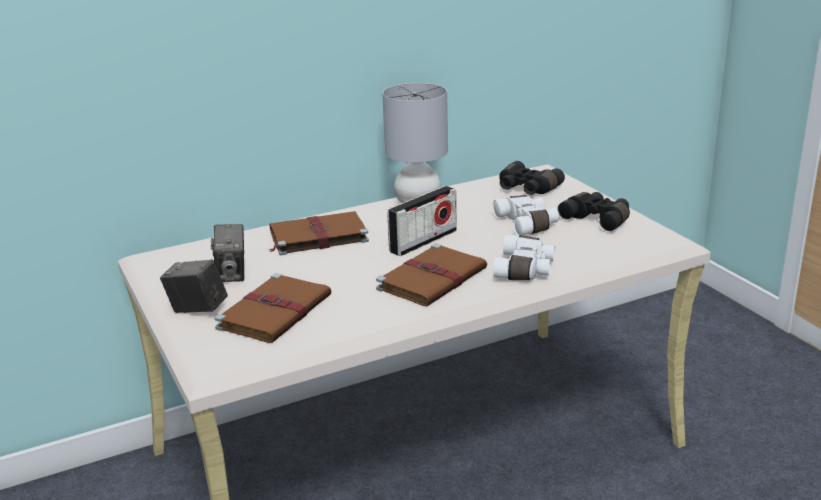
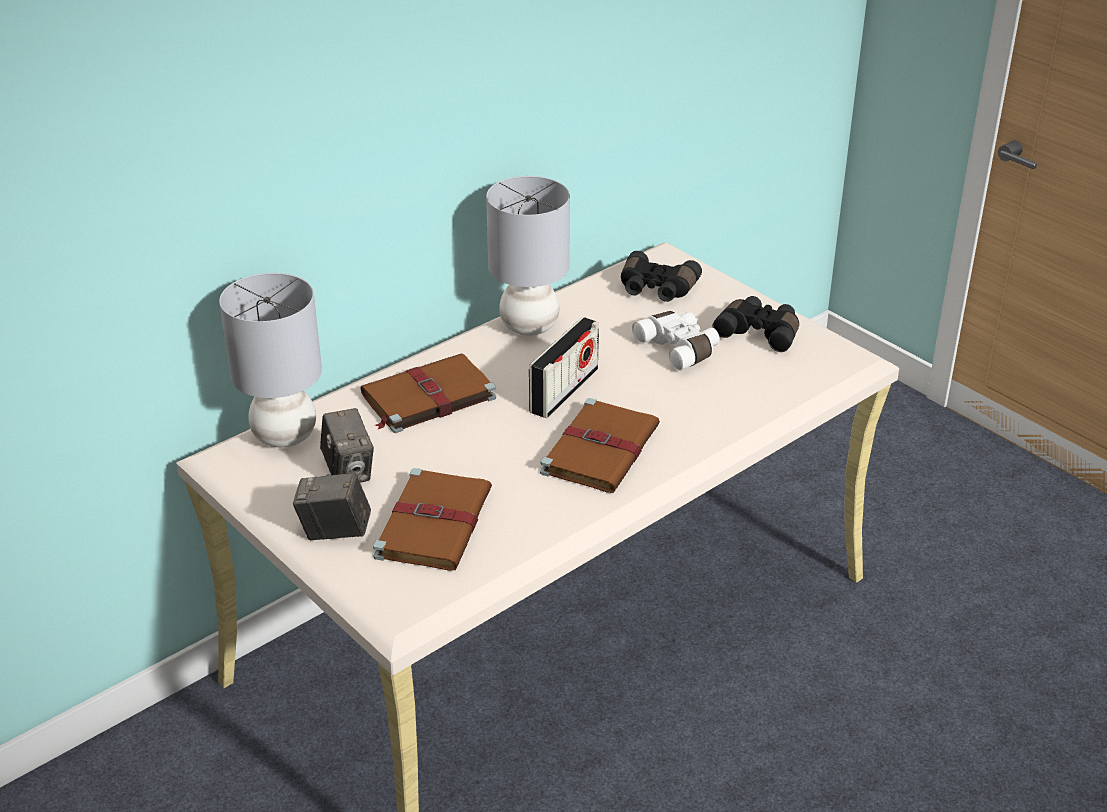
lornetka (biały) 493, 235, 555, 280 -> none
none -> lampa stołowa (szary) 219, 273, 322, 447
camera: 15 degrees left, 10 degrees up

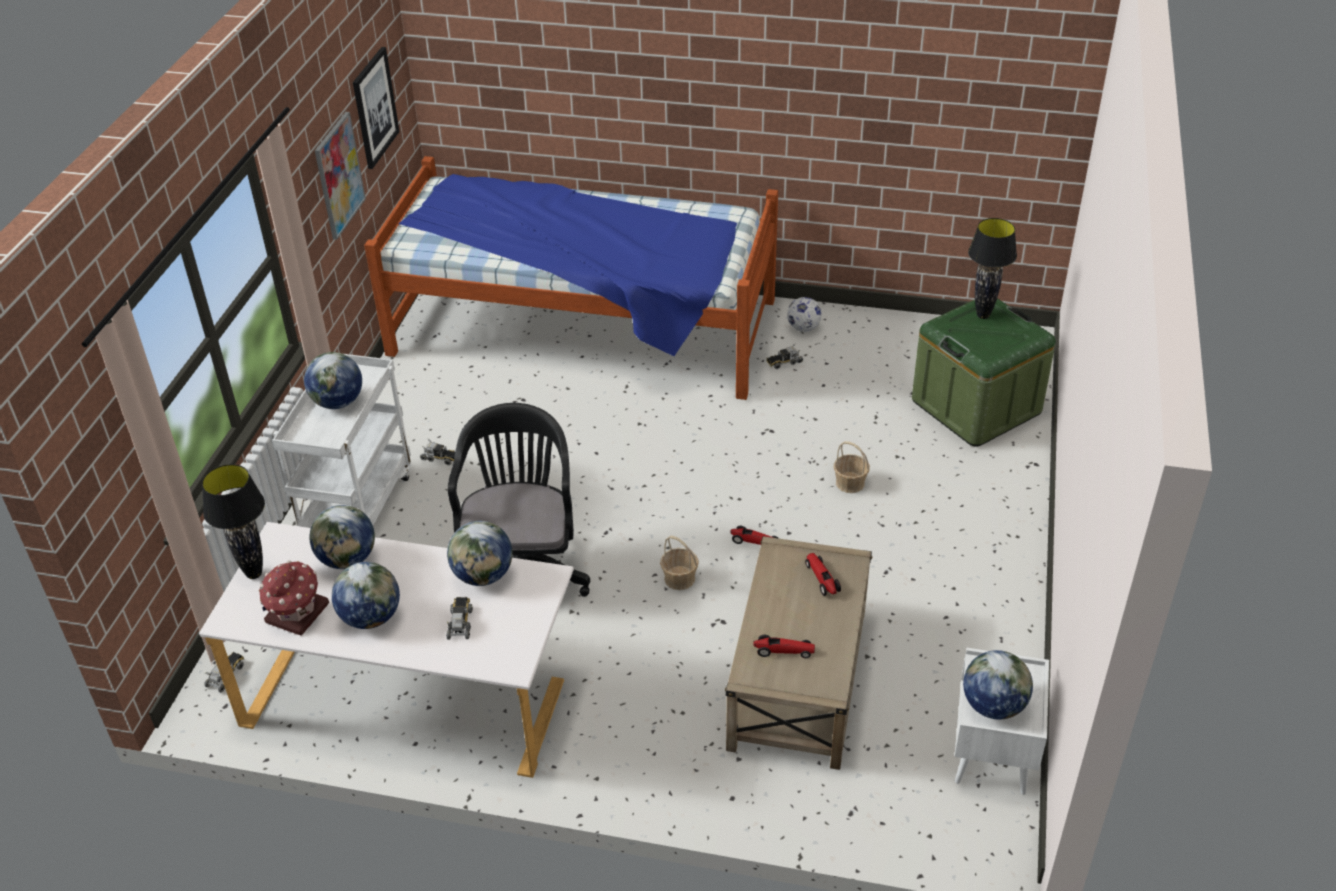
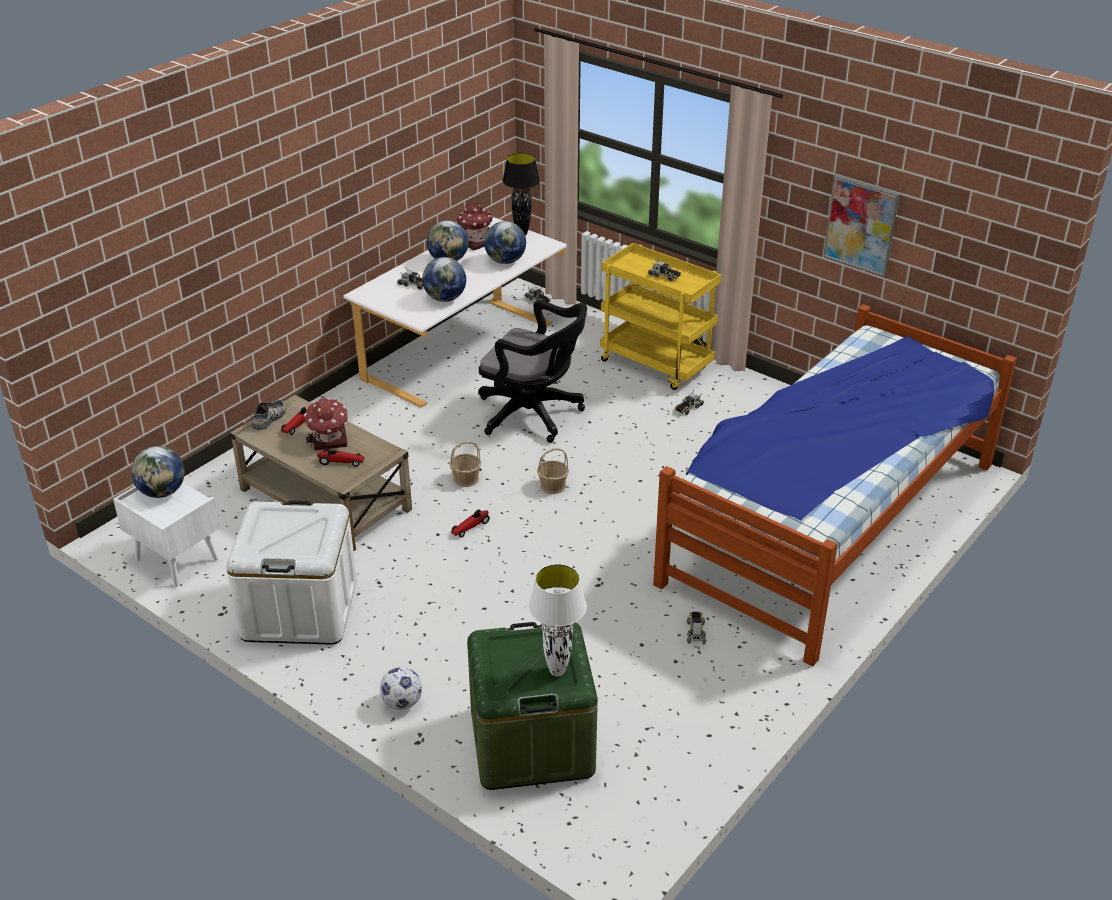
obraz 353, 47, 400, 169 -> none
none -> pojemnik do przechowywania (biały) 226, 501, 357, 645
none -> but 251, 400, 286, 430
none -> domek 304, 398, 348, 451
piłka futbolowa 787, 297, 822, 332 -> piłka futbolowa 380, 667, 422, 710, relocated
koszyk 834, 441, 870, 493 -> koszyk 537, 448, 569, 494, relocated
globus 304, 352, 362, 409 -> ciężarówka zabawkowa 648, 258, 681, 281
wózek (biały) 272, 354, 411, 528 -> wózek (żółty) 600, 243, 721, 390
lampa stołowa (czarny) 968, 218, 1017, 319 -> lampa stołowa (biały) 528, 564, 587, 677
camera: 115 degrees right, 5 degrees down

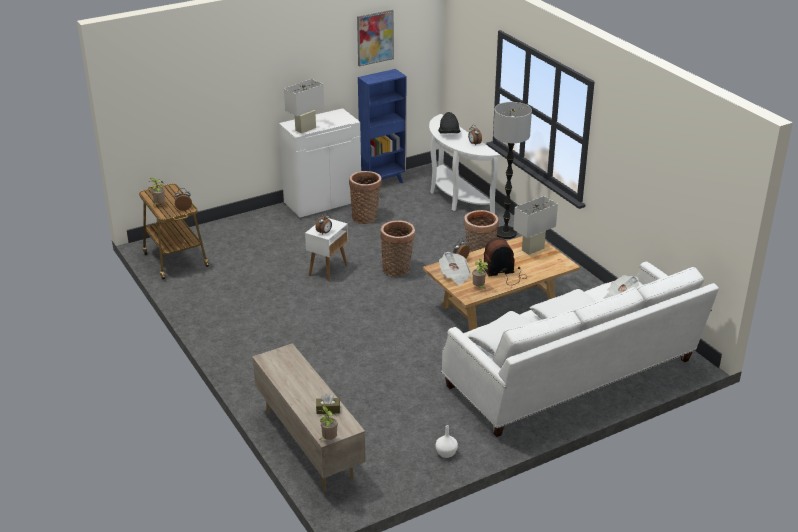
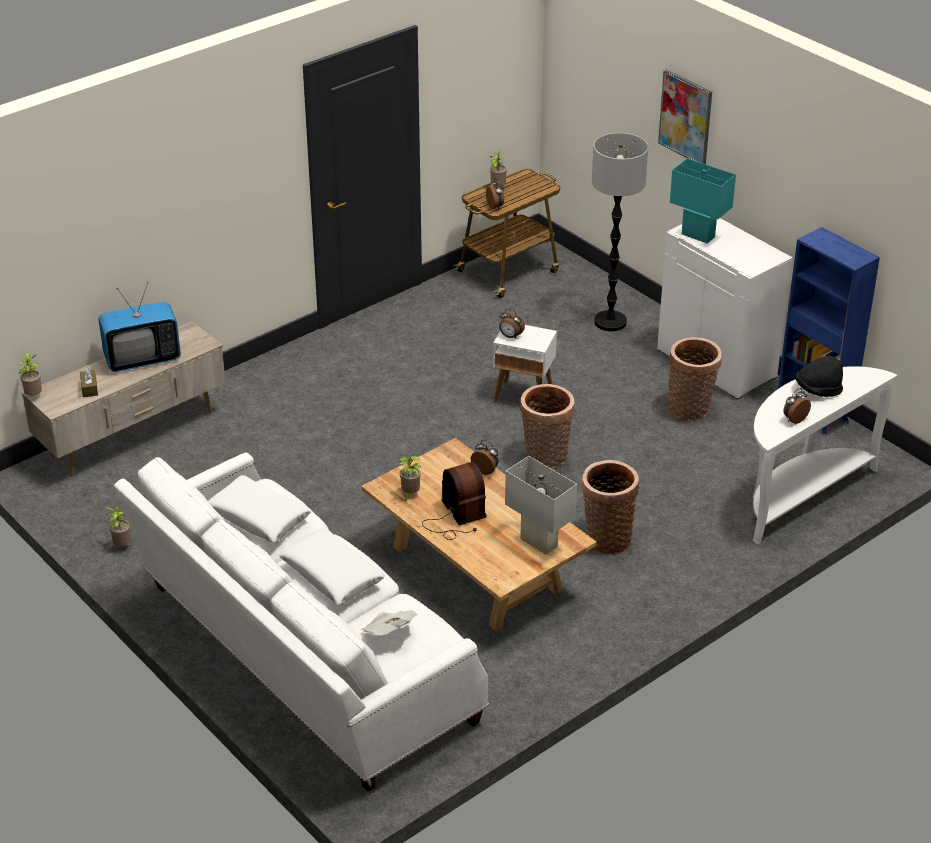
gazeta 439, 252, 472, 285 -> none
none -> telewizor 99, 282, 181, 372
obraz 357, 10, 394, 66 -> obraz 658, 69, 712, 164, relocated
lampa stojąca 493, 102, 532, 239 -> lampa stojąca 592, 133, 648, 332, relocated
wazon (biały) 436, 425, 458, 458 -> roślina doniczkowa 107, 503, 131, 546
lampa stołowa (biały) 284, 79, 324, 133 -> lampa stołowa (turkusowy) 670, 158, 736, 243
camera: 80 degrees right, 5 degrees up

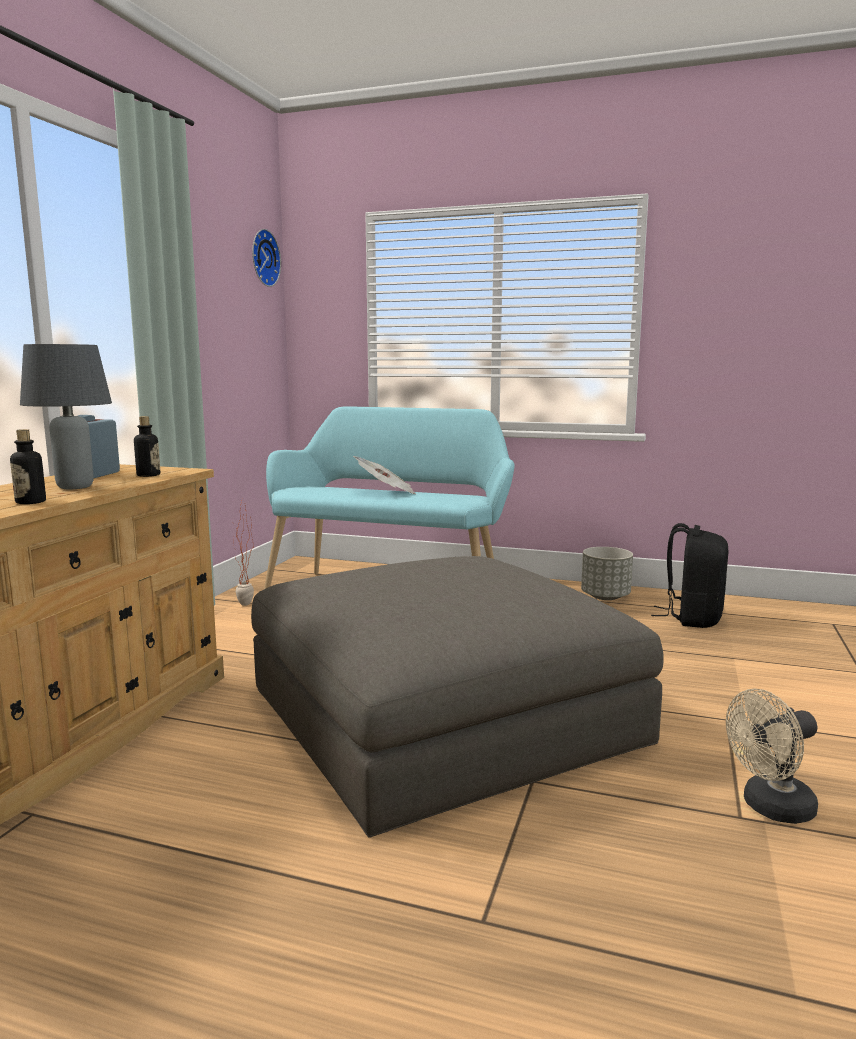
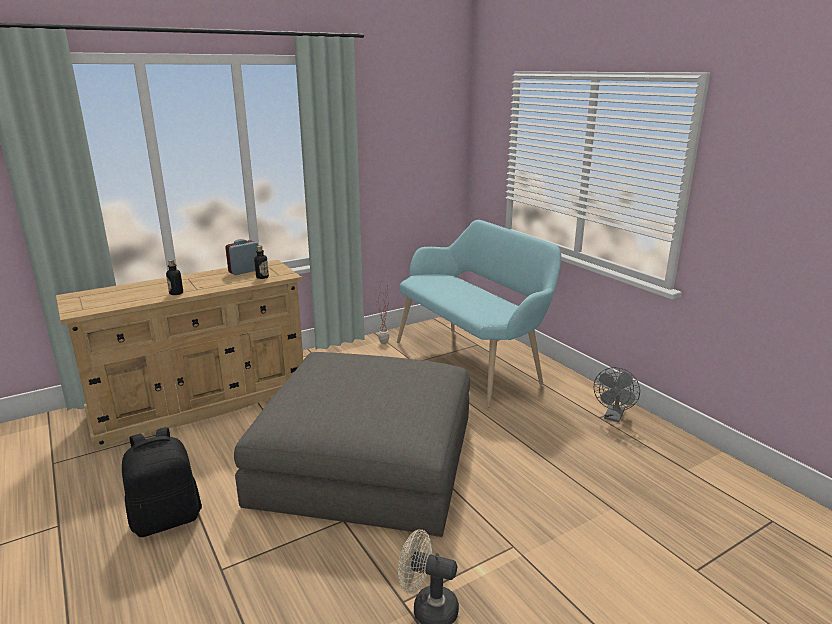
lampa stołowa (szary) 20, 344, 112, 489 -> none
zegar ścienny 252, 229, 281, 287 -> none
gazeta 353, 456, 416, 494 -> none
plecak (czarny) 651, 523, 728, 628 -> plecak (czarny) 122, 427, 202, 537, relocated
donica (szary) 581, 547, 633, 600 -> wentylator (szary) 594, 367, 640, 422
camera: 40 degrees right, 10 degrees up

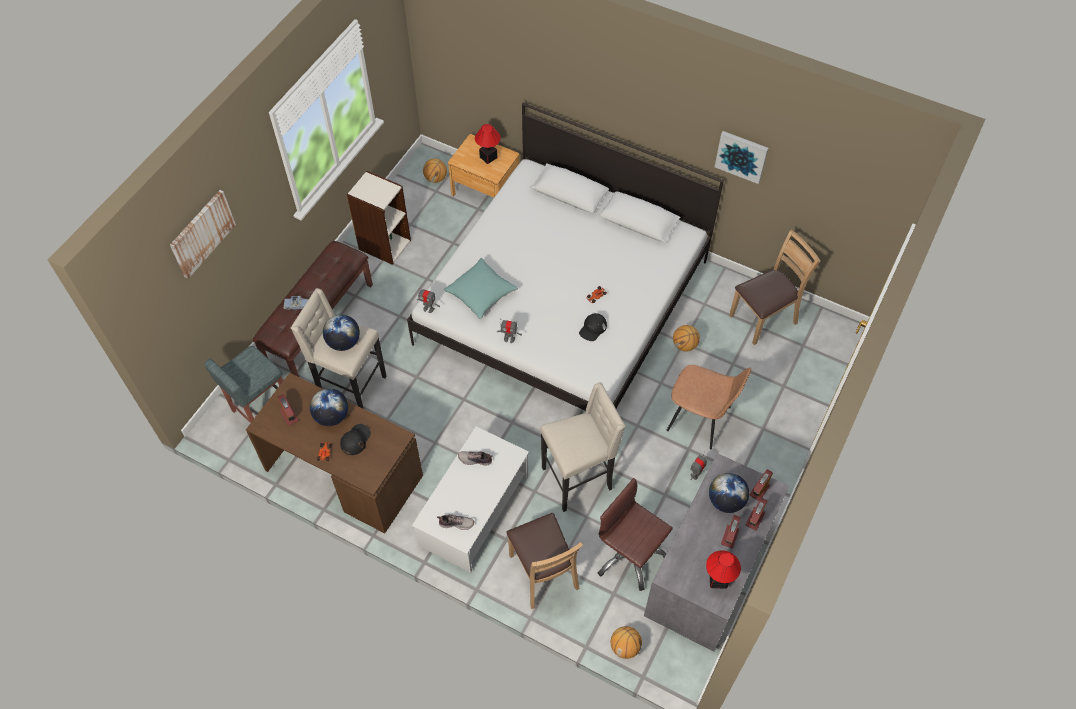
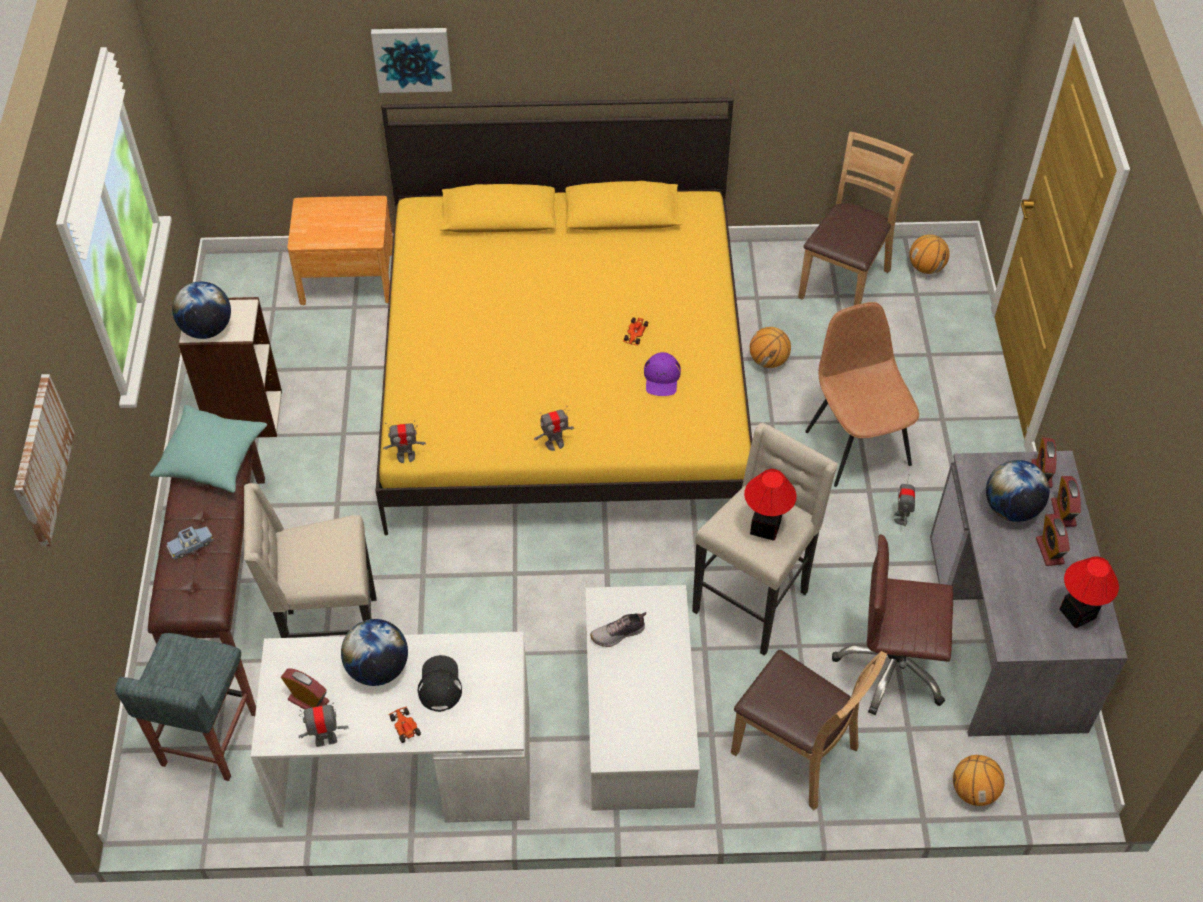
but 437, 514, 474, 530 -> none
none -> robot zabawkowy 299, 702, 349, 747
globus 323, 314, 360, 351 -> globus 172, 281, 231, 339, relocated
piłka do koszykówki 423, 159, 447, 183 -> piłka do koszykówki 910, 234, 950, 274, relocated
poduszka (turkusowy) 444, 258, 518, 319 -> poduszka (turkusowy) 150, 405, 267, 493, relocated
lampa stołowa 475, 124, 501, 164 -> lampa stołowa 744, 469, 797, 541, relocated
obraz 715, 131, 769, 184 -> obraz 371, 28, 452, 93, relocated
biurko (brązowy) 246, 373, 423, 533 -> biurko (biały) 251, 632, 530, 827
łóżko (biały) 407, 102, 724, 410 -> łóżko (żółty) 375, 98, 752, 535
czapka z daszkiem (czarny) 579, 313, 607, 341 -> czapka z daszkiem (fioletowy) 644, 352, 681, 396
krzesło (brązowy) 667, 365, 751, 449 -> krzesło (brązowy) 805, 302, 919, 487, 105 degrees counterclockwise
camera: 30 degrees left, 5 degrees down

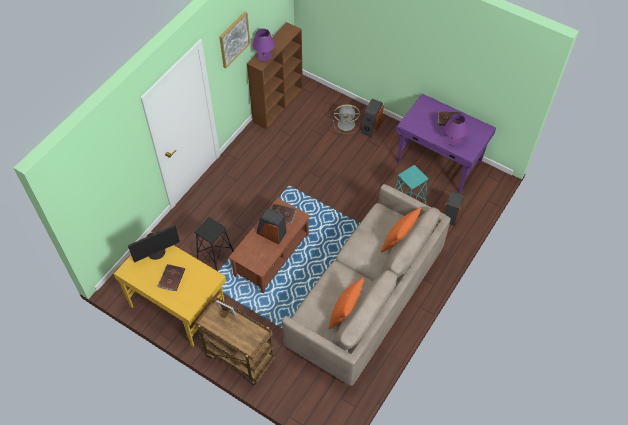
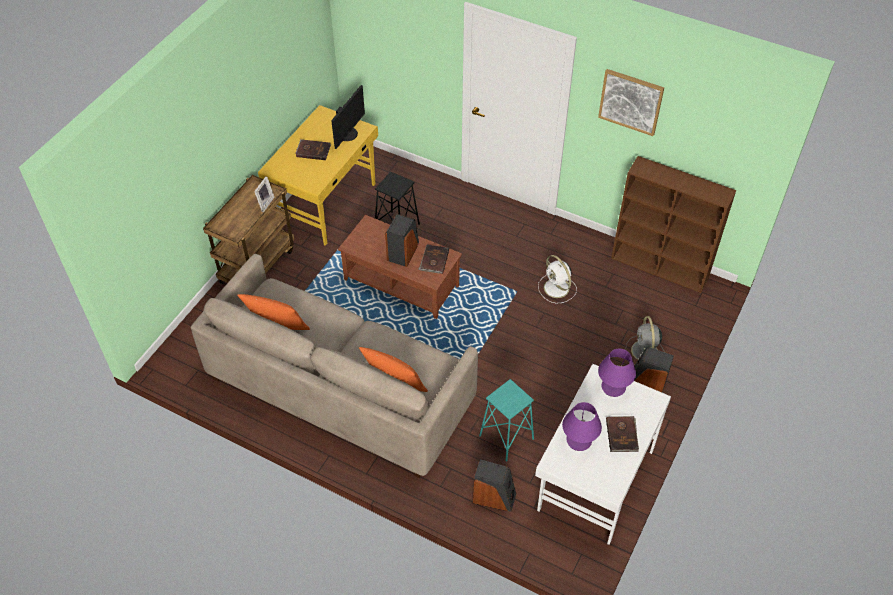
none -> wentylator (biały) 538, 255, 577, 303
lampa stołowa (fioletowy) 252, 29, 275, 62 -> lampa stołowa (fioletowy) 598, 349, 636, 397, relocated
biurko (fioletowy) 396, 94, 496, 193 -> biurko (biały) 535, 364, 671, 545
monitor 128, 225, 180, 262 -> monitor 331, 85, 365, 149, 120 degrees counterclockwise
camera: 85 degrees right, 5 degrees down

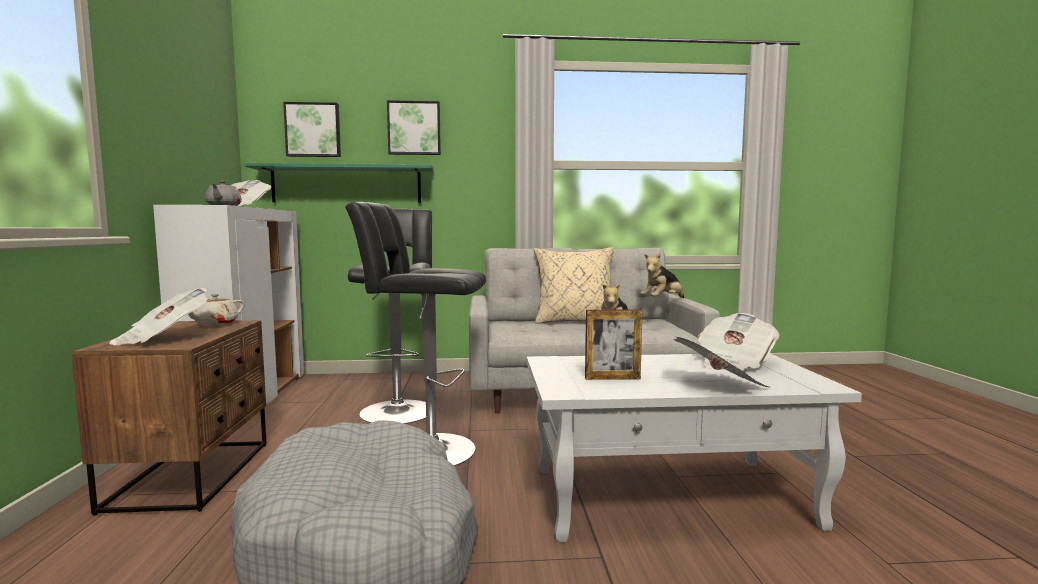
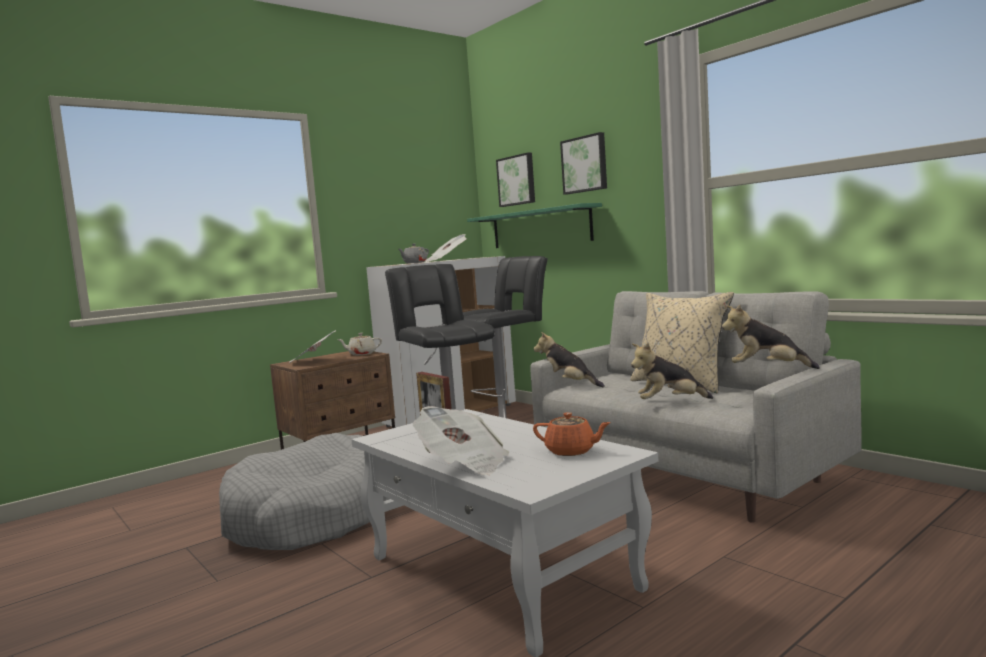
none -> pluszak 534, 332, 604, 387
gazeta 697, 313, 779, 370 -> imbryk (pomarańczowy) 533, 412, 611, 456
camera: 55 degrees right, 0 degrees up

